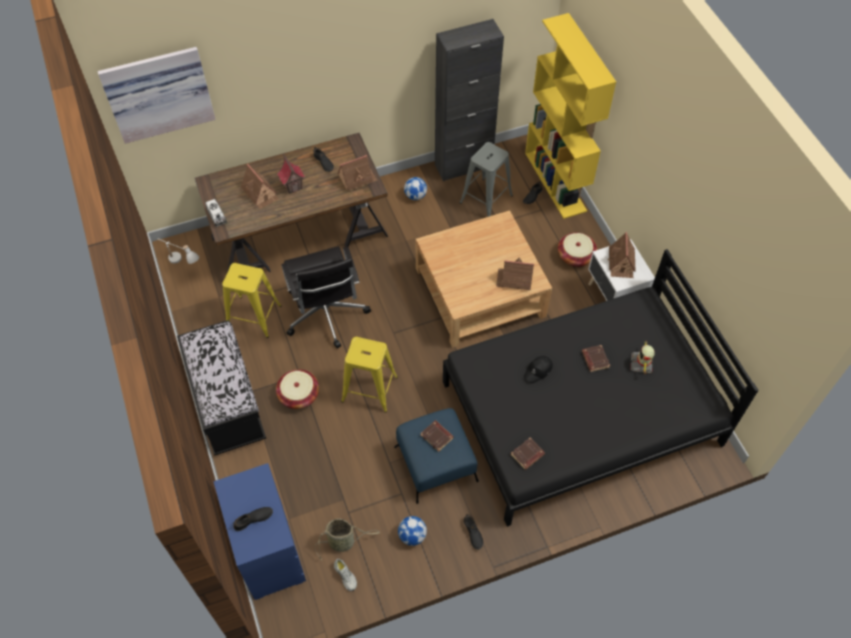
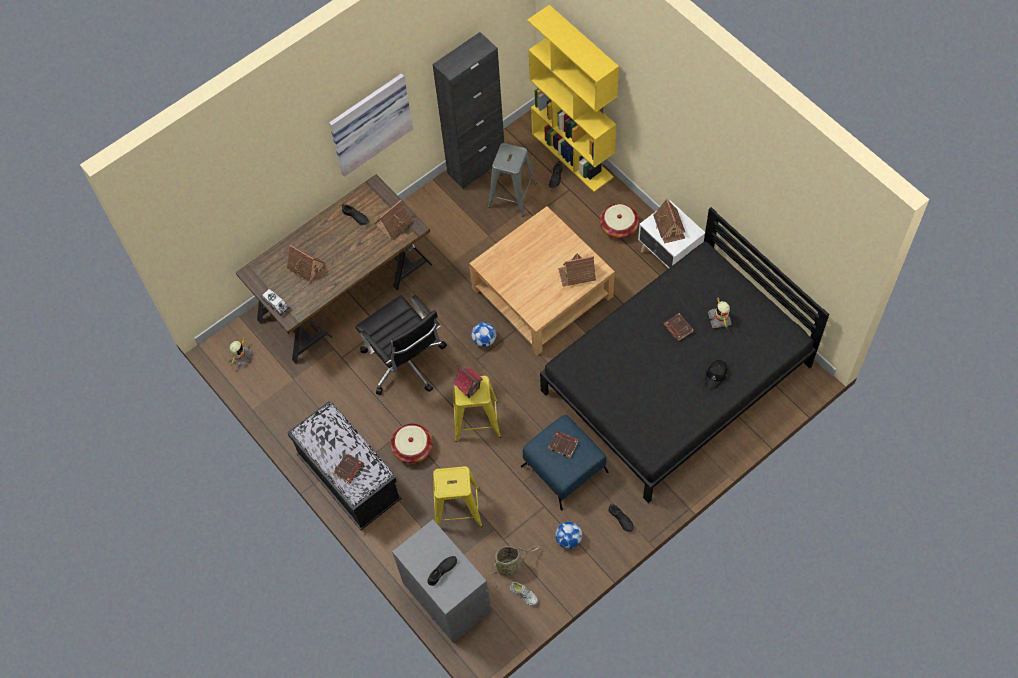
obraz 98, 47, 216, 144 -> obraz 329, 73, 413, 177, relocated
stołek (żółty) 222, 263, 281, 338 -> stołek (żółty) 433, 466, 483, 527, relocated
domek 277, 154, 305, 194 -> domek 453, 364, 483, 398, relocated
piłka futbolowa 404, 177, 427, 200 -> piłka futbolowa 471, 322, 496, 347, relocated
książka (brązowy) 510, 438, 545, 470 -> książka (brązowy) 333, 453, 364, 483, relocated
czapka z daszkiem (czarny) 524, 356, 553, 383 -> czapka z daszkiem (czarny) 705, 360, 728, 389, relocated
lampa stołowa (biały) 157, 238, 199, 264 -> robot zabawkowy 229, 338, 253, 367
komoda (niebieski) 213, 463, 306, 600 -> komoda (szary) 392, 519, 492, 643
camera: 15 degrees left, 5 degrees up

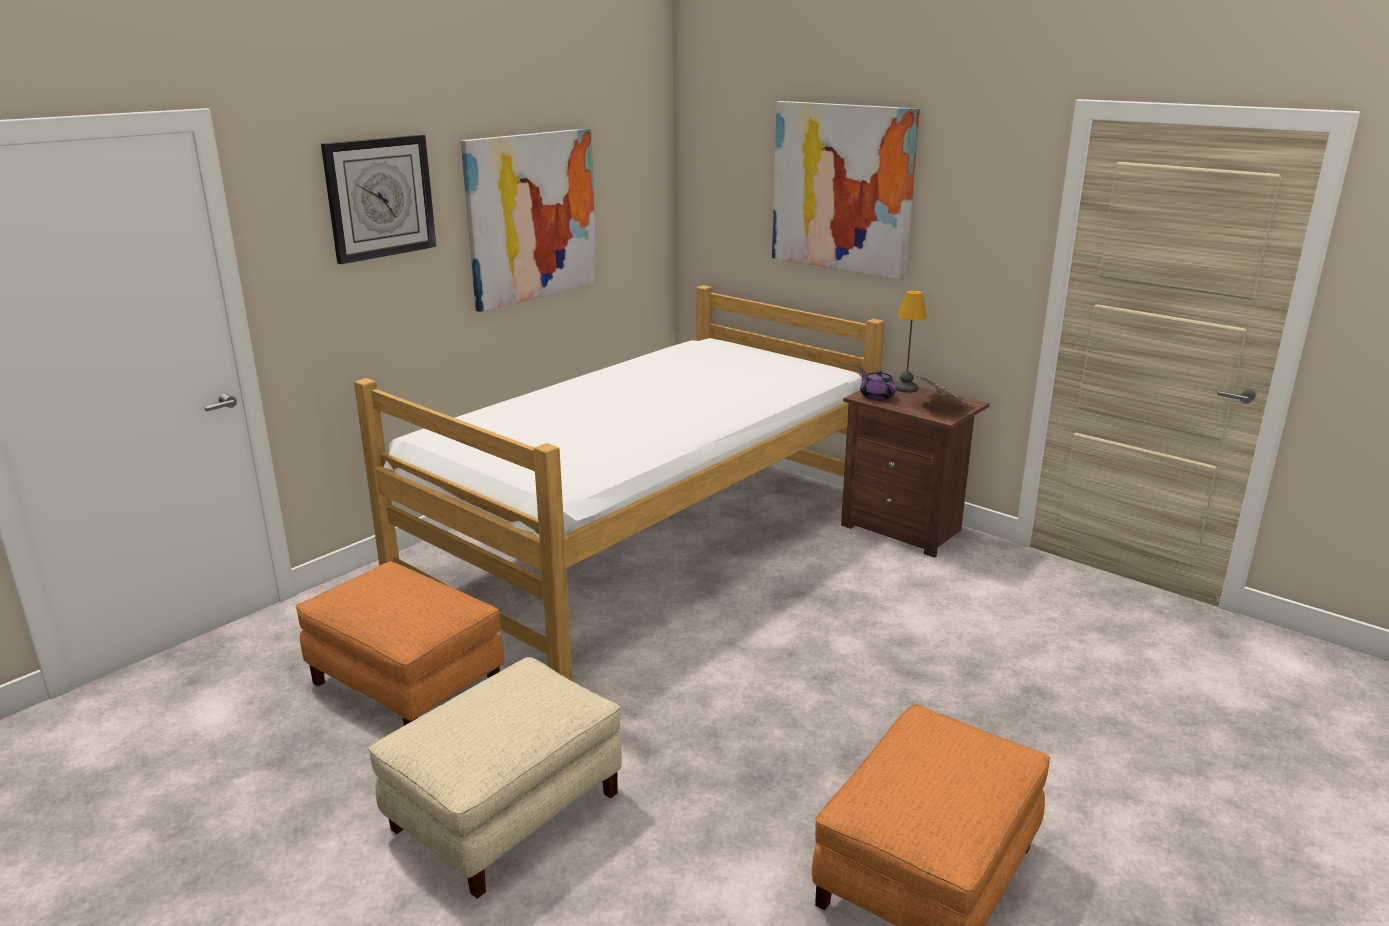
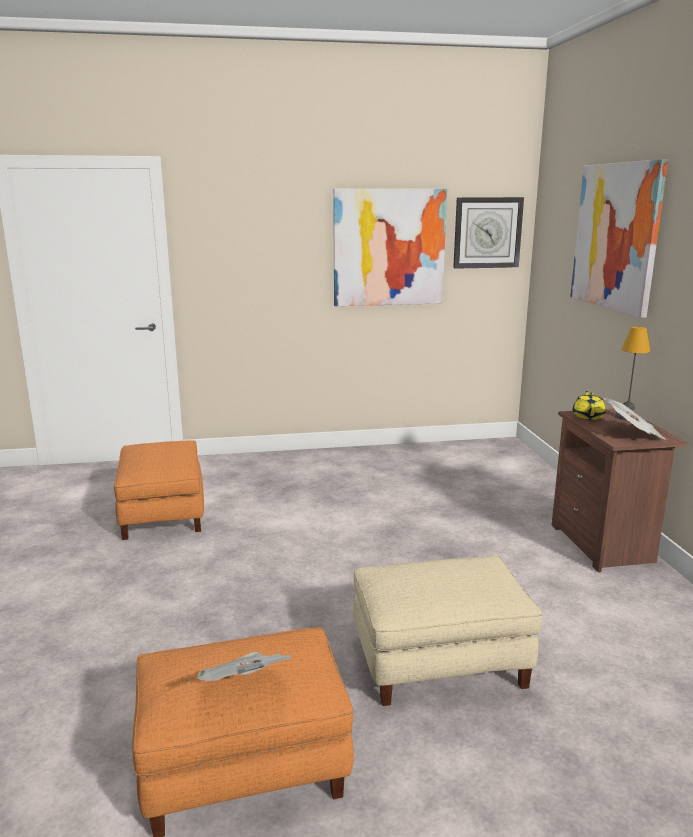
łóżko 354, 285, 885, 682 -> none
none -> gazeta 197, 652, 292, 681
zegar ścienny 321, 135, 436, 264 -> zegar ścienny 453, 197, 524, 269, relocated
pufa (beżowy) 368, 657, 622, 899 -> pufa (beżowy) 353, 556, 543, 706, relocated
imbryk (fioletowy) 860, 368, 897, 401 -> imbryk (żółty) 573, 391, 606, 420
camera: 40 degrees right, 5 degrees down

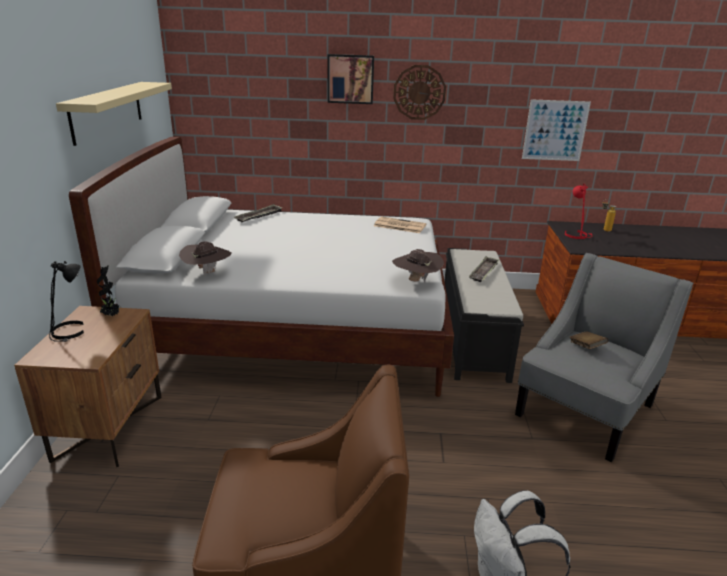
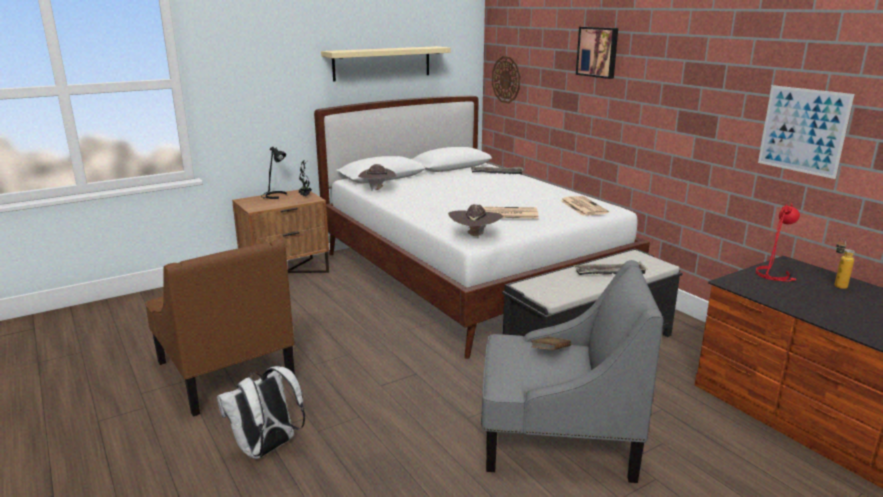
none -> gazeta 483, 207, 539, 219
zegar ścienny 393, 65, 446, 120 -> zegar ścienny 492, 56, 520, 104, relocated
camera: 55 degrees right, 5 degrees down

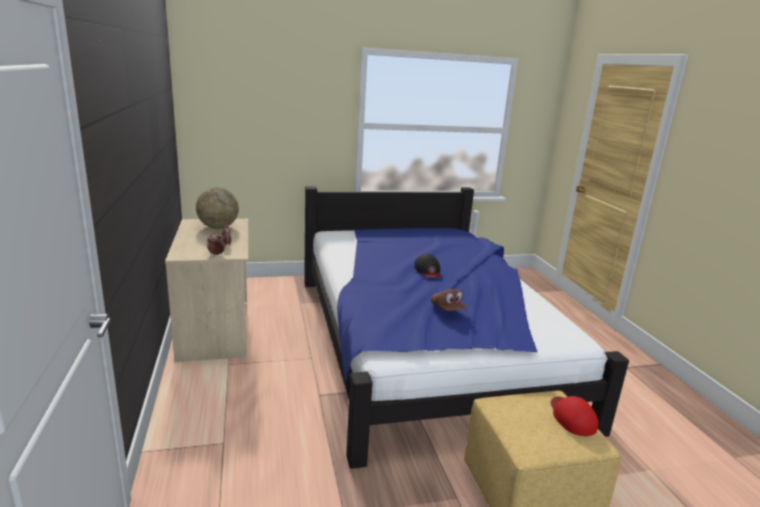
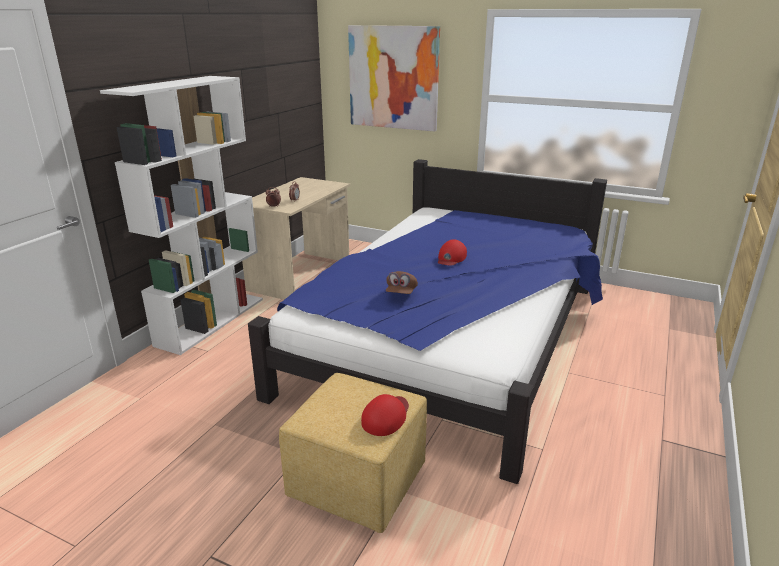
globus 196, 188, 239, 229 -> none
none -> regał (biały) 100, 76, 263, 355
none -> obraz 348, 25, 440, 131
czapka z daszkiem (czarny) 414, 253, 440, 277 -> czapka z daszkiem (czerwony) 438, 239, 467, 266
camera: 40 degrees right, 5 degrees up

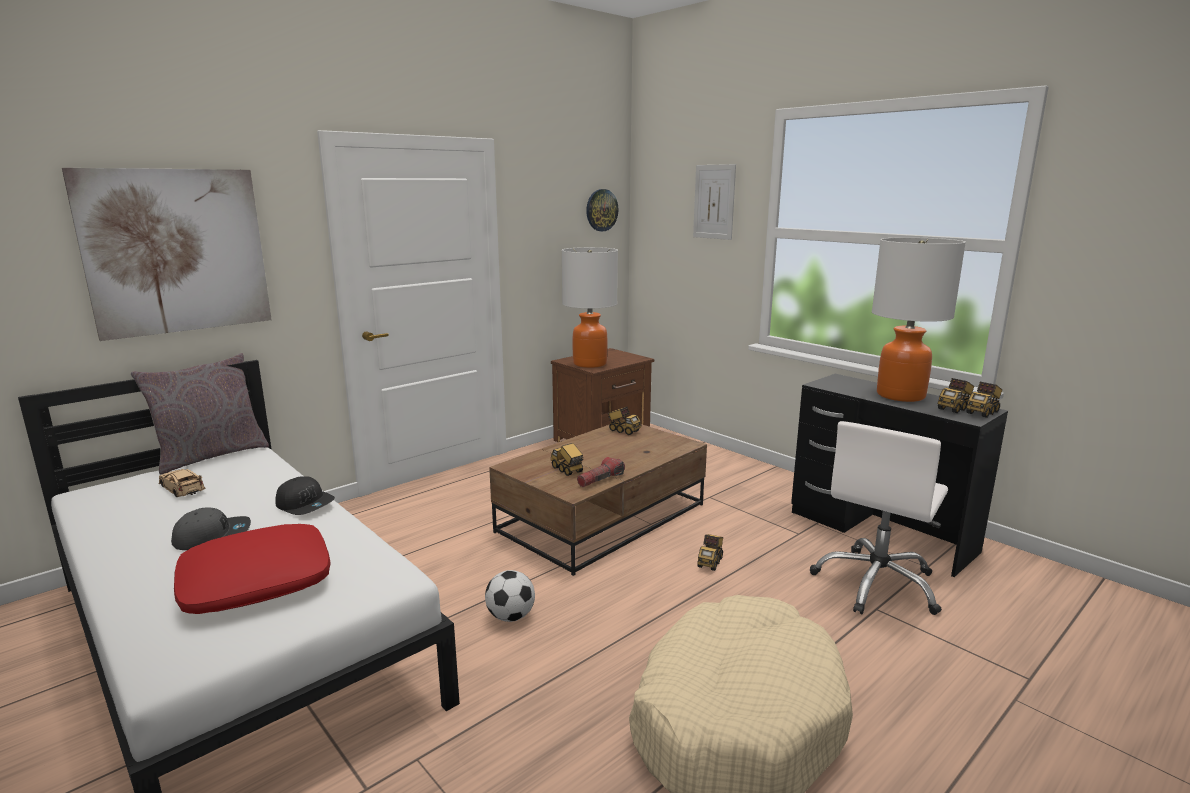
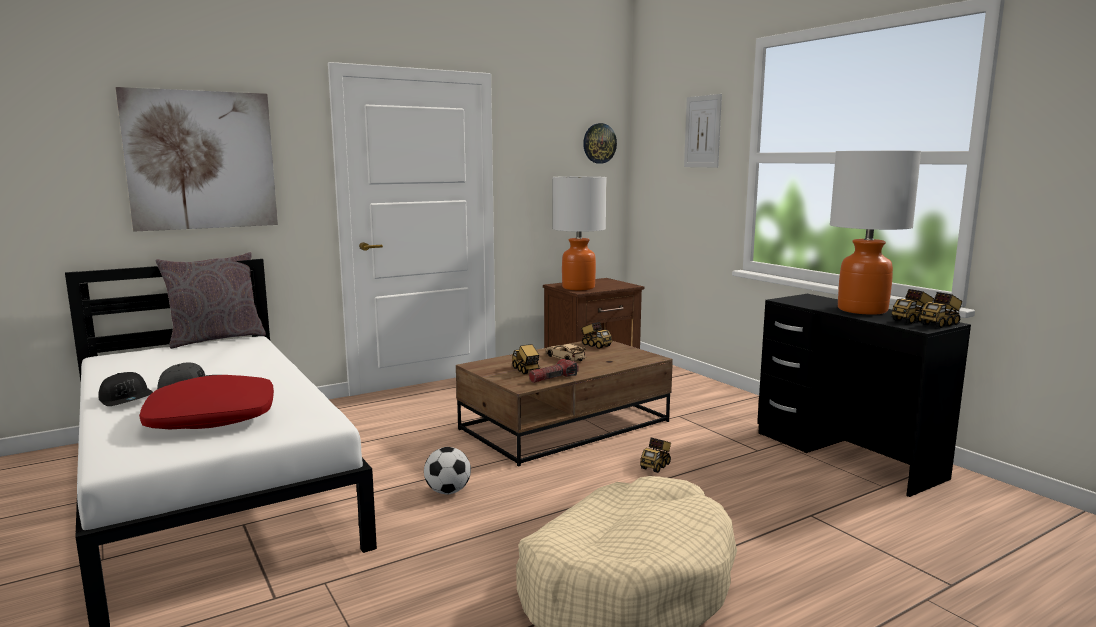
krzesło biurowe (biały) 810, 421, 948, 615 -> none
samochodzik (beżowy) 158, 469, 206, 497 -> samochodzik (beżowy) 545, 344, 586, 361, relocated
czapka z daszkiem (czarny) 276, 476, 335, 515 -> czapka z daszkiem (czarny) 98, 372, 153, 406, relocated
camera: 10 degrees right, 5 degrees down

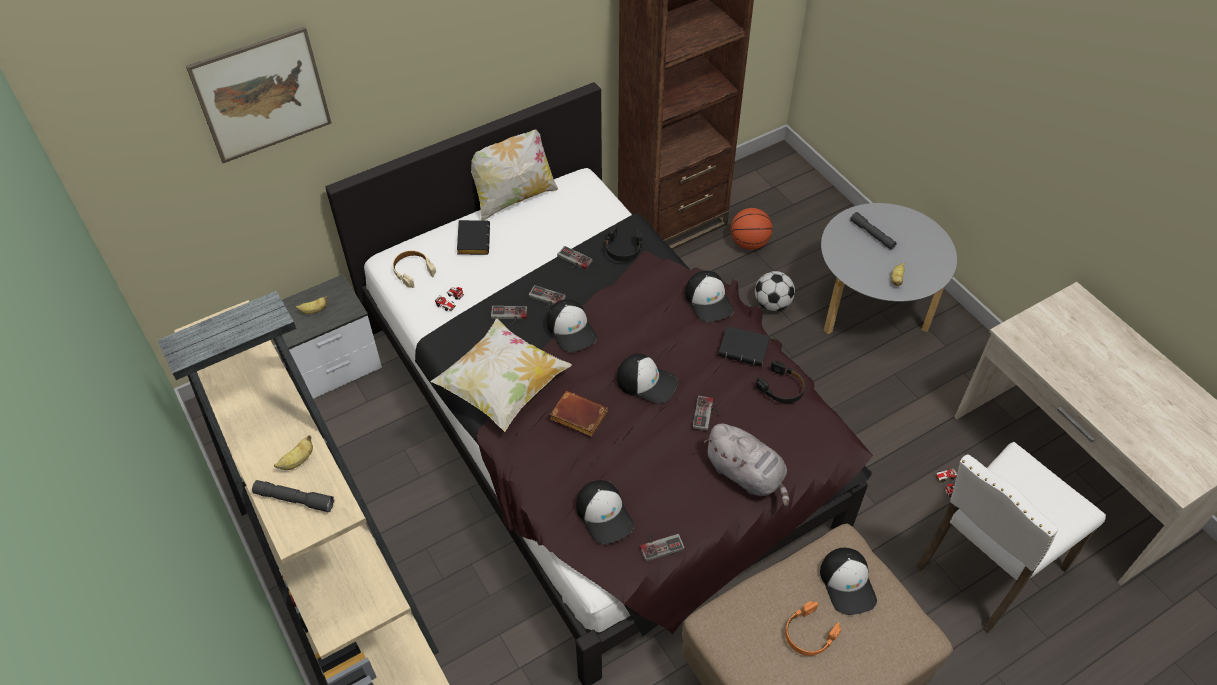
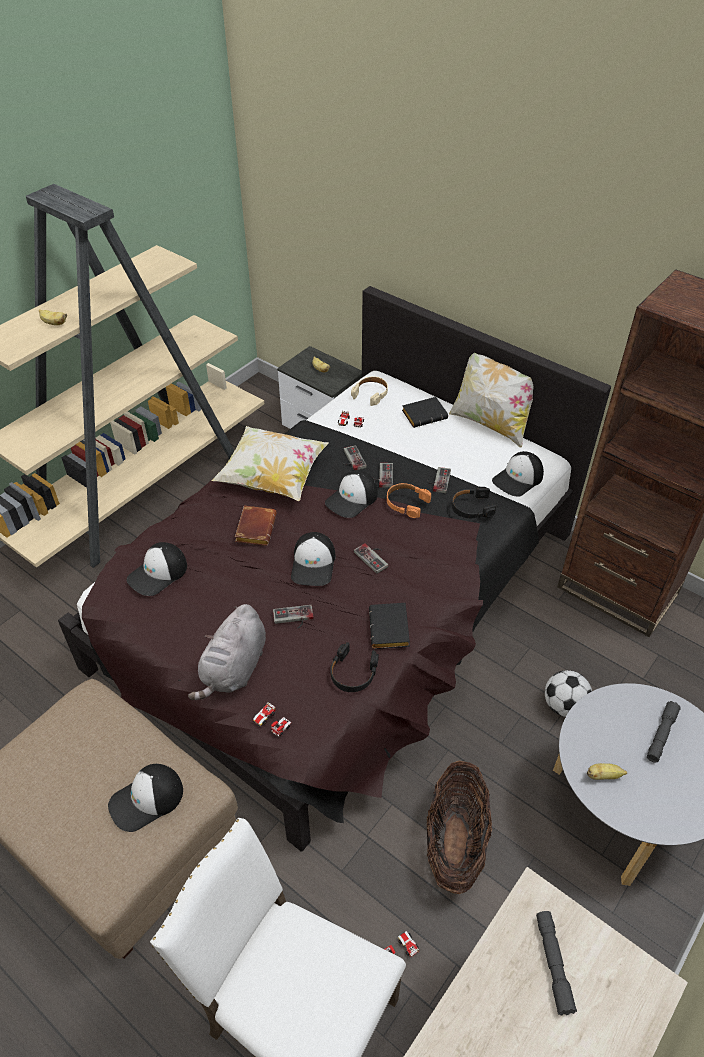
obraz 186, 27, 332, 163 -> none
piłka do koszykówki 731, 208, 773, 250 -> none
none -> samochodzik 253, 702, 291, 737
none -> koszyk 427, 761, 492, 894
latarka (szary) 252, 480, 334, 512 -> latarka (szary) 536, 911, 577, 1015, relocated
pad do gier 640, 533, 685, 562 -> pad do gier 354, 543, 388, 574, relocated
czapka z daszkiem 685, 271, 734, 322 -> czapka z daszkiem 492, 451, 544, 496, relocated
słuchawki (pomarańczowy) 785, 601, 842, 656 -> słuchawki (pomarańczowy) 387, 483, 431, 518, relocated
camera: 70 degrees right, 5 degrees down

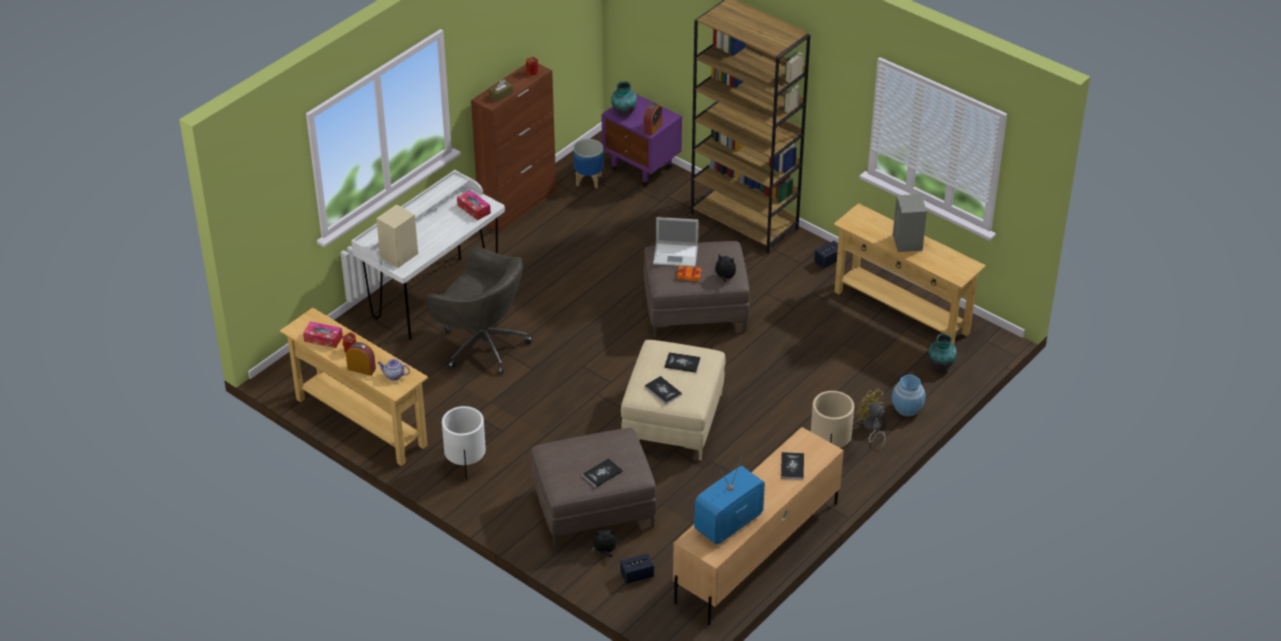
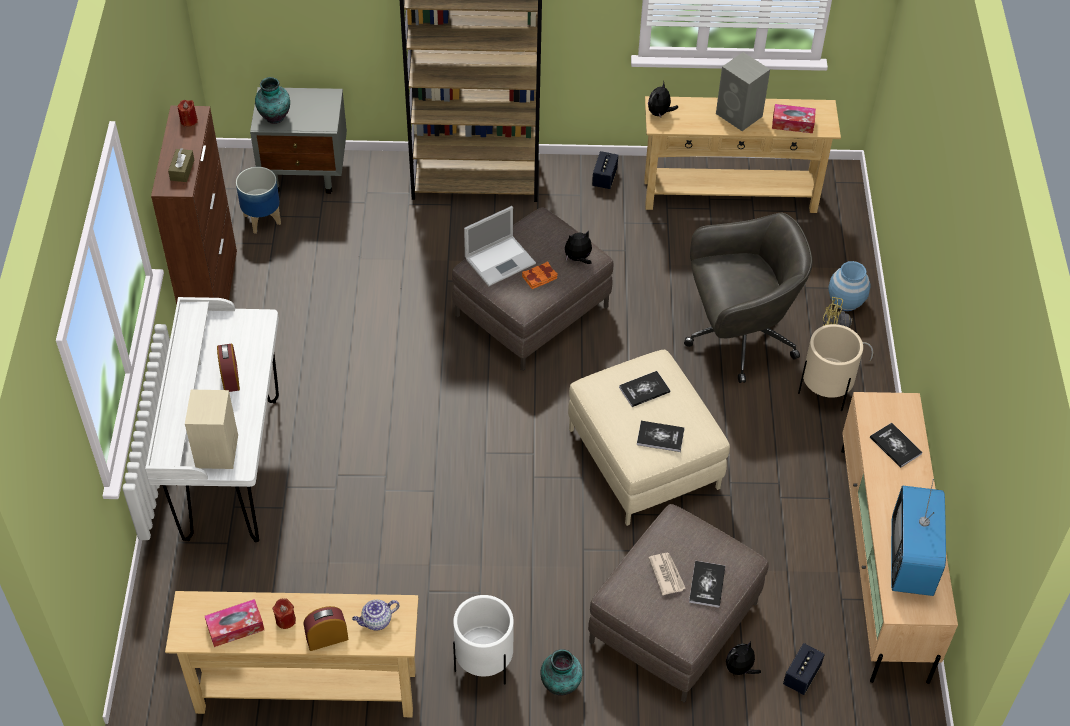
none -> pluszak 648, 81, 679, 118
none -> gazeta 648, 553, 686, 595
krzesło biurowe (szary) 426, 246, 532, 374 -> krzesło biurowe (szary) 684, 213, 813, 383, relocated
pudełko chusteczek 457, 190, 491, 220 -> pudełko chusteczek 772, 104, 816, 133, relocated
budzik 643, 103, 662, 136 -> budzik 217, 344, 240, 392, relocated
wazon 928, 334, 957, 371 -> wazon 540, 649, 583, 696, relocated
szafka nocna (fioletowy) 602, 93, 682, 186 -> szafka nocna (szary) 250, 87, 347, 194
camera: 40 degrees left, 10 degrees up

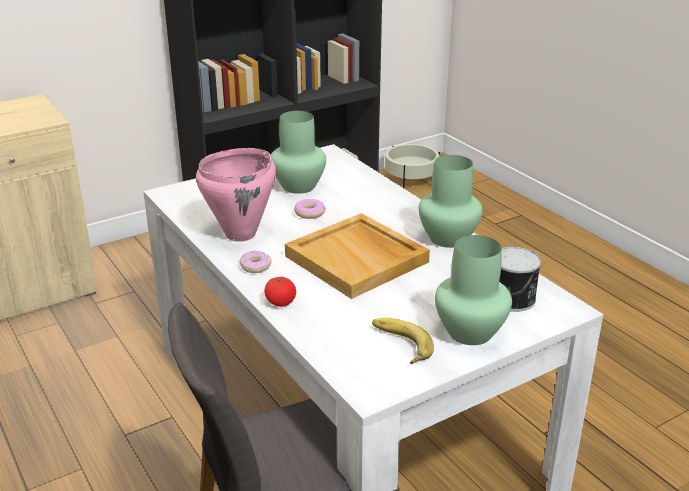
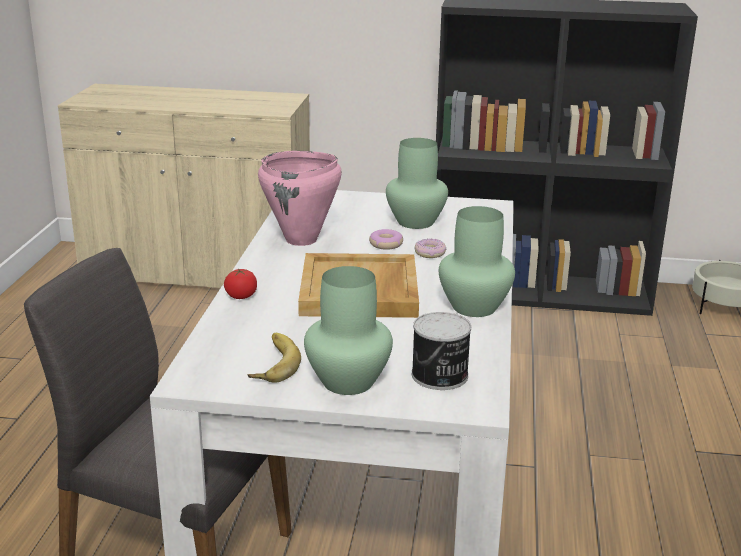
donut 240, 251, 271, 273 -> donut 414, 239, 447, 258, relocated
camera: 40 degrees right, 5 degrees down

